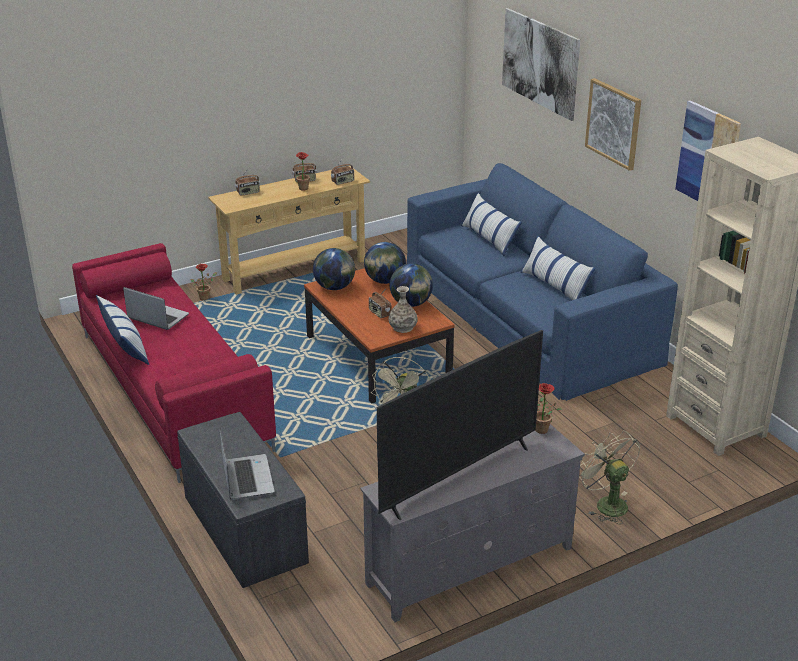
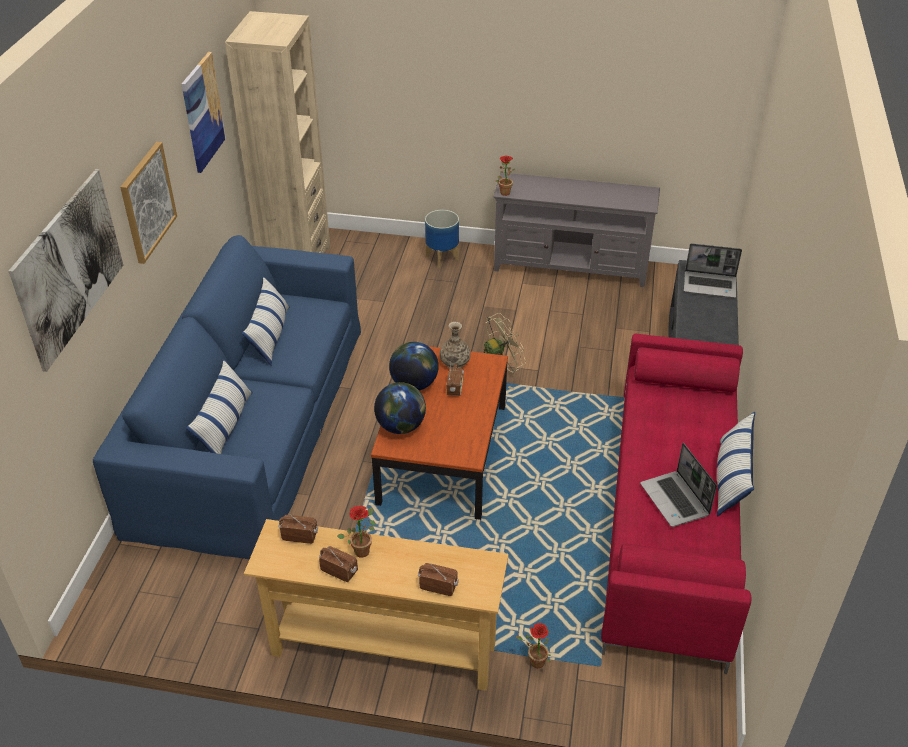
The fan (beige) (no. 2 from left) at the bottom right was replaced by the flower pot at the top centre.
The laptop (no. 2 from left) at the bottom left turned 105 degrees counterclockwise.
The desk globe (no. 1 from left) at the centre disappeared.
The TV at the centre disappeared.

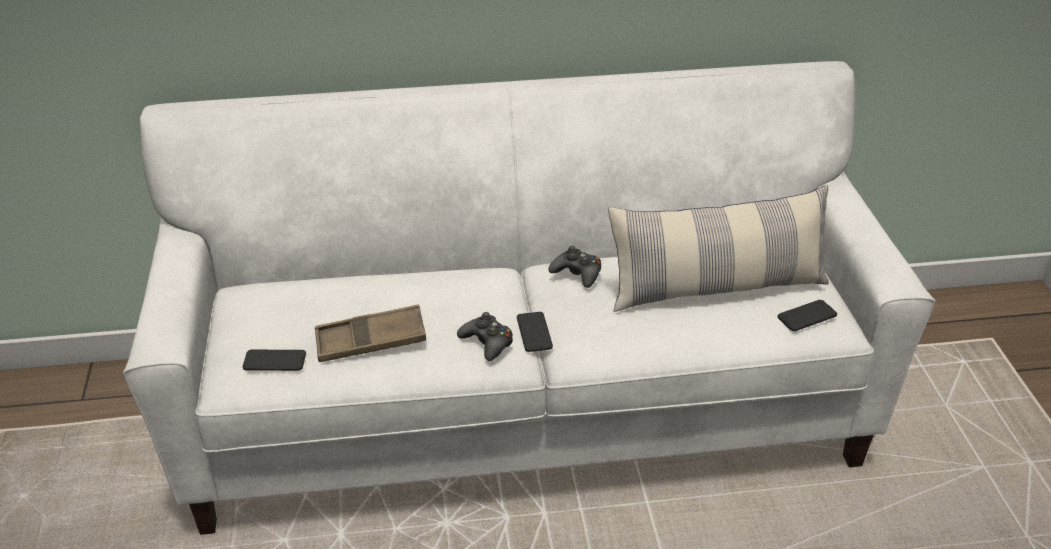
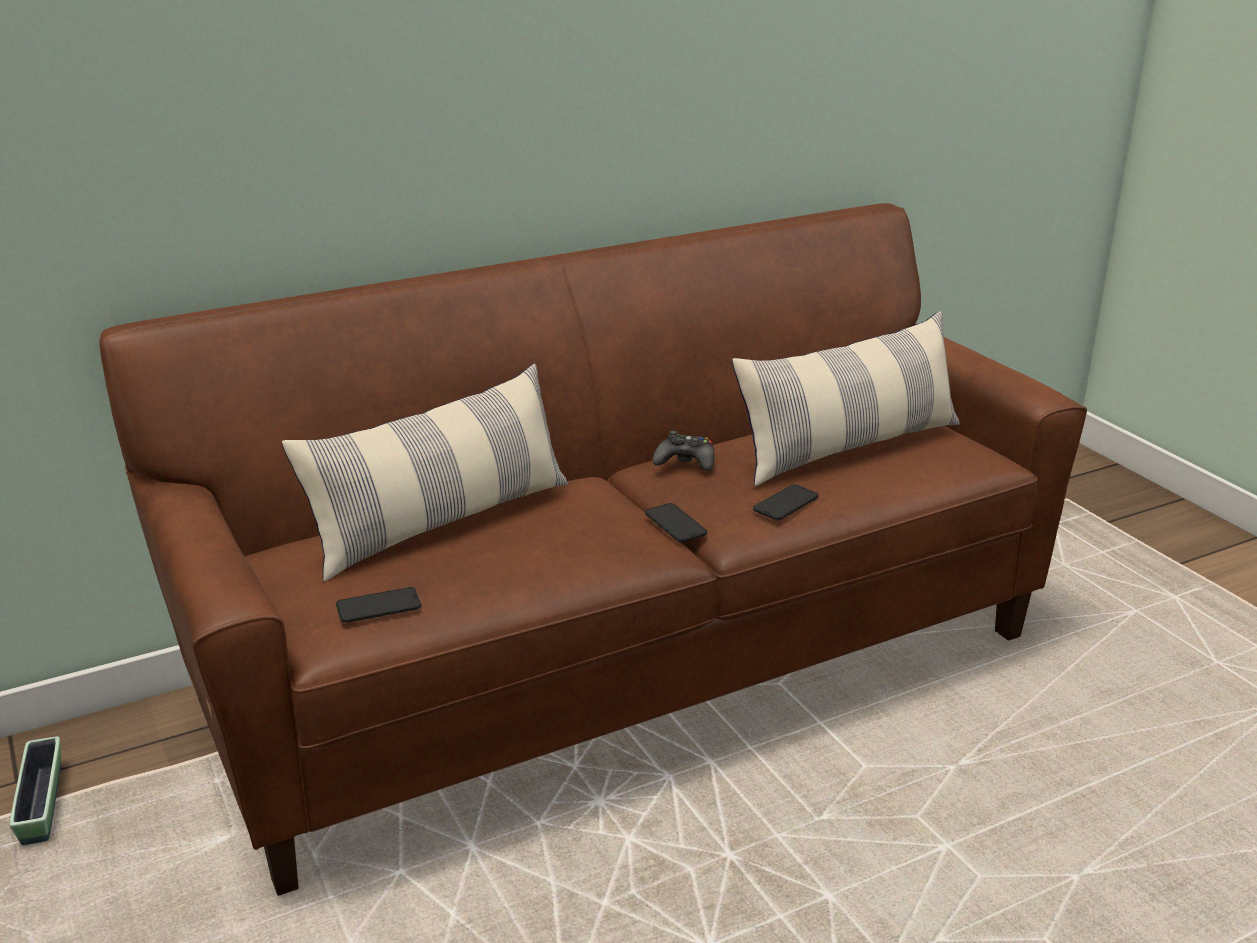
The flower pot at the bottom left appeared.
The sofa (whitish) at the centre became the sofa (brownish) at the centre.
The throw pillow (no. 1 from left) at the centre appeared.
The phone (no. 3 from left) moved from the middle right to the centre.
The serving tray (brownish) at the centre disappeared.
The gamepad (blackish) (no. 1 from left) at the centre disappeared.

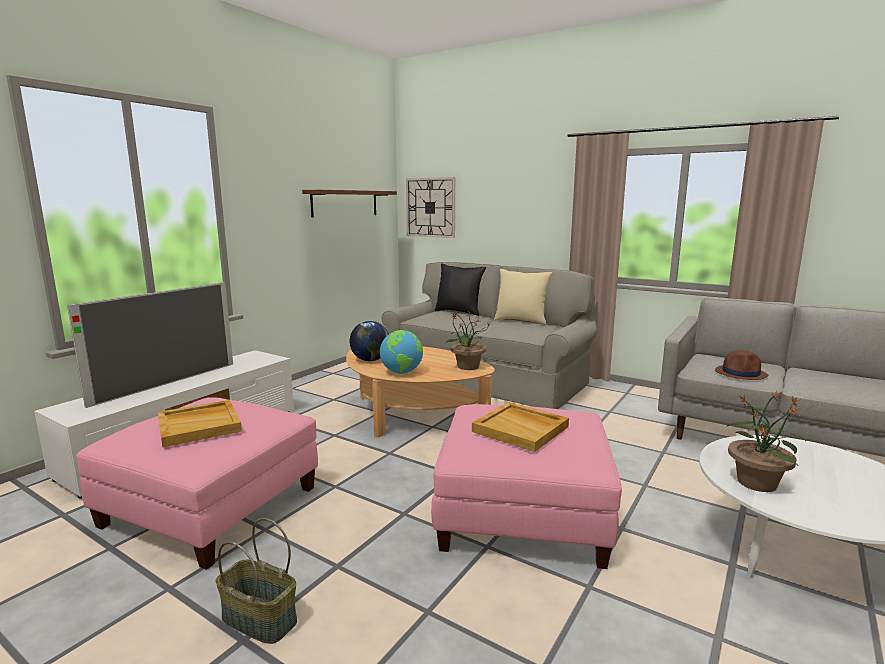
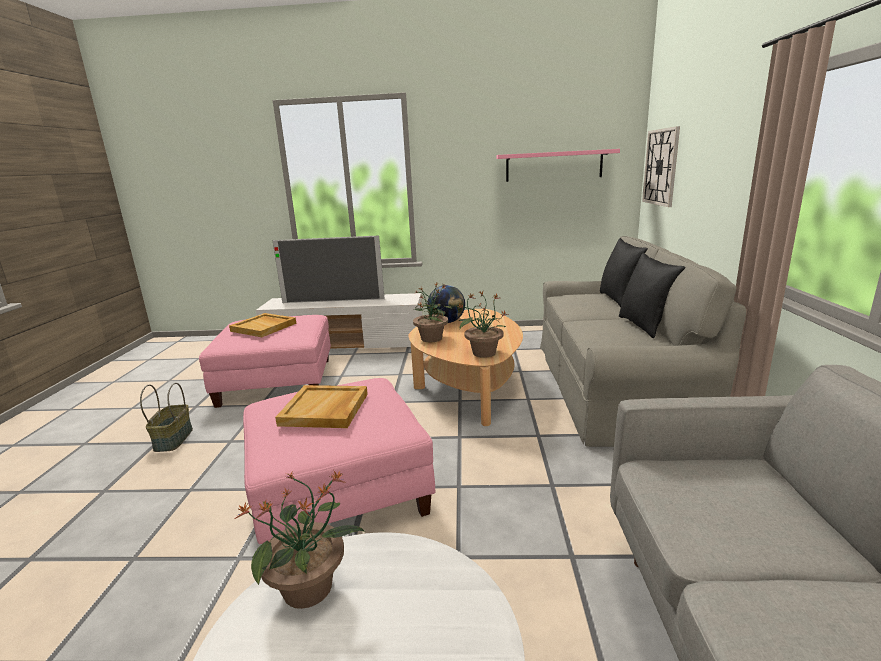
The desk globe (no. 2 from left) at the centre was replaced by the potted plant (no. 2 from left) at the centre.
The bracket shelf (brownish) at the top centre became the bracket shelf (pink-coloured) at the top centre.
The throw pillow (beige) at the centre became the throw pillow (blackish) (no. 2 from left) at the middle right.
The hat (brownish) at the middle right disappeared.

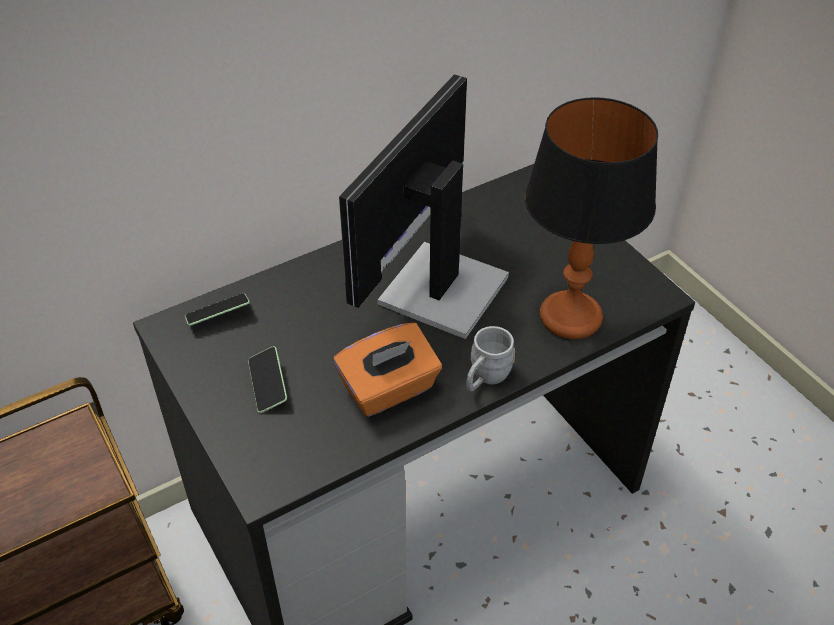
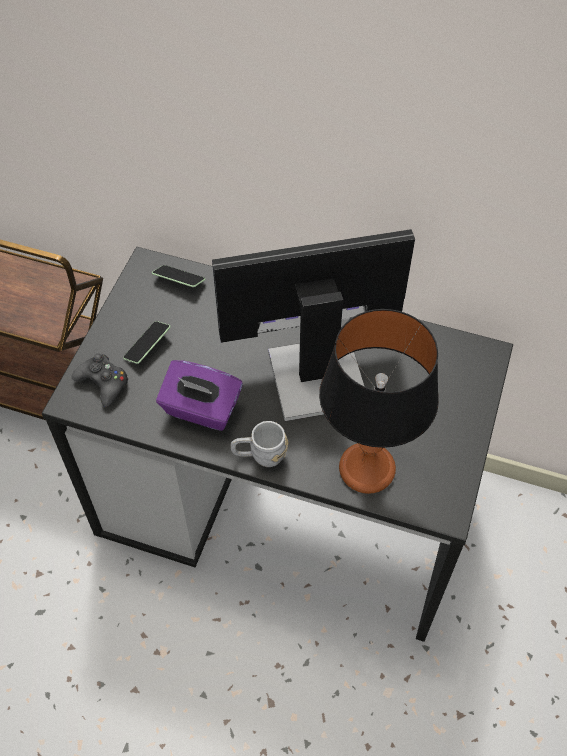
The gamepad (blackish) at the middle left appeared.
The tissue box (orangey) at the centre became the tissue box (purple-coloured) at the centre.

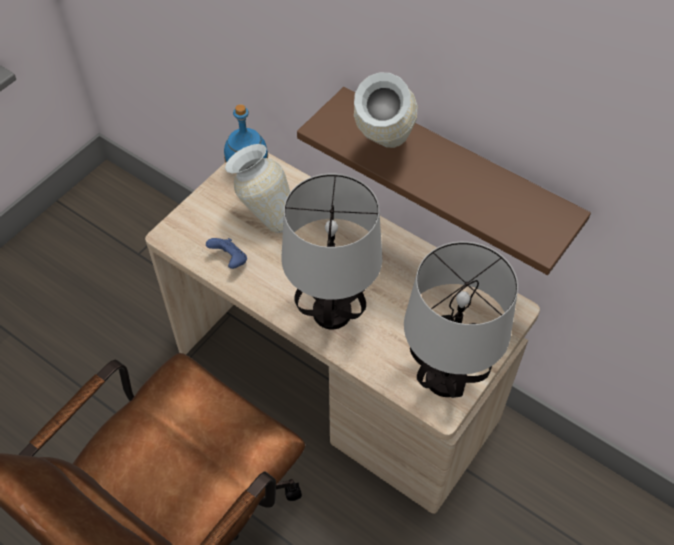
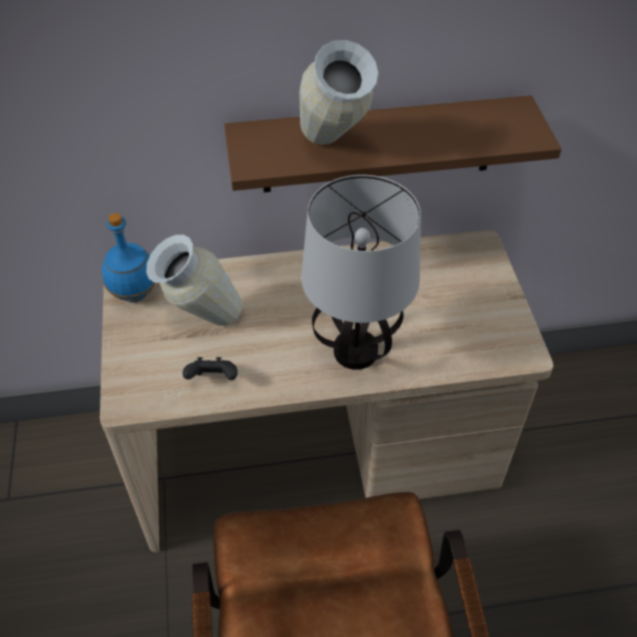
The gamepad (bluish) at the centre became the gamepad (blackish) at the middle left.
The tabletop lamp (no. 2 from left) at the middle right disappeared.

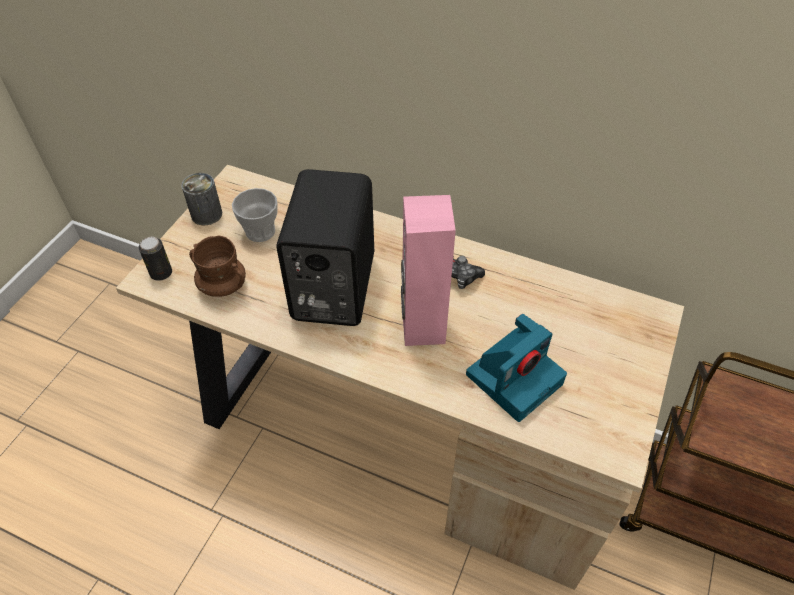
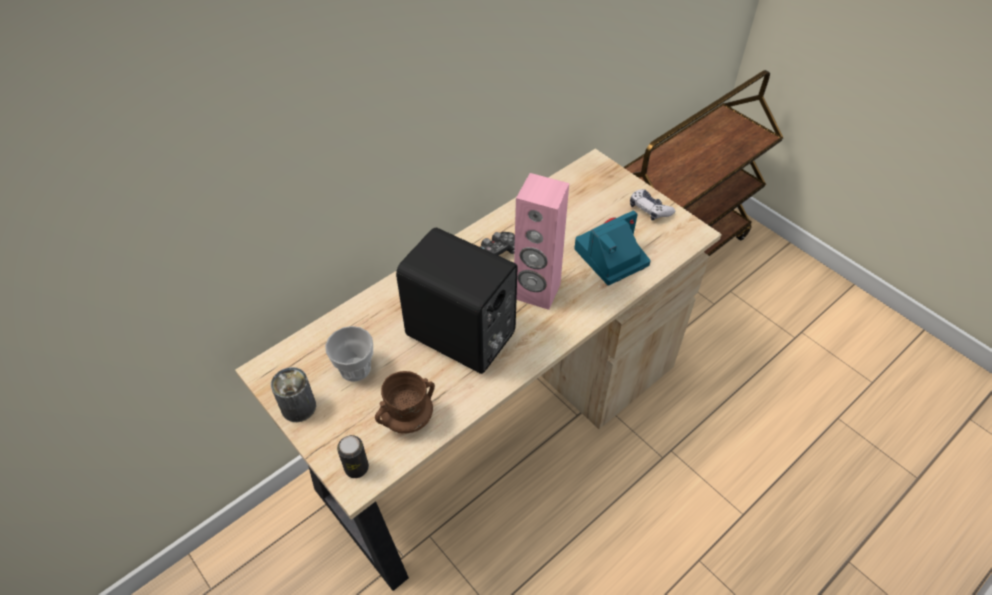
The photo camera at the centre turned 105 degrees counterclockwise.
The gamepad (no. 2 from left) at the centre appeared.

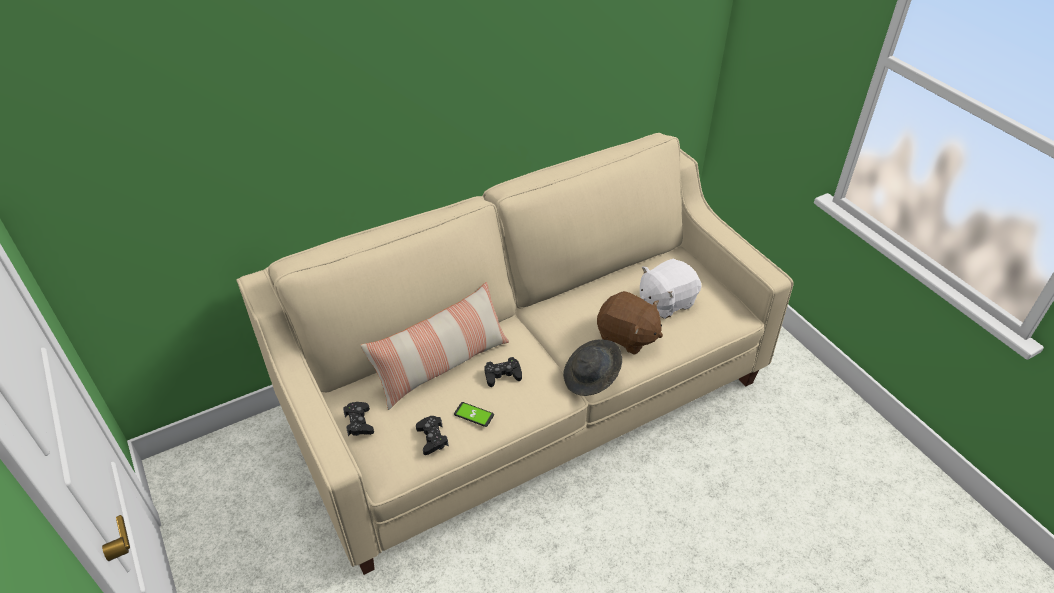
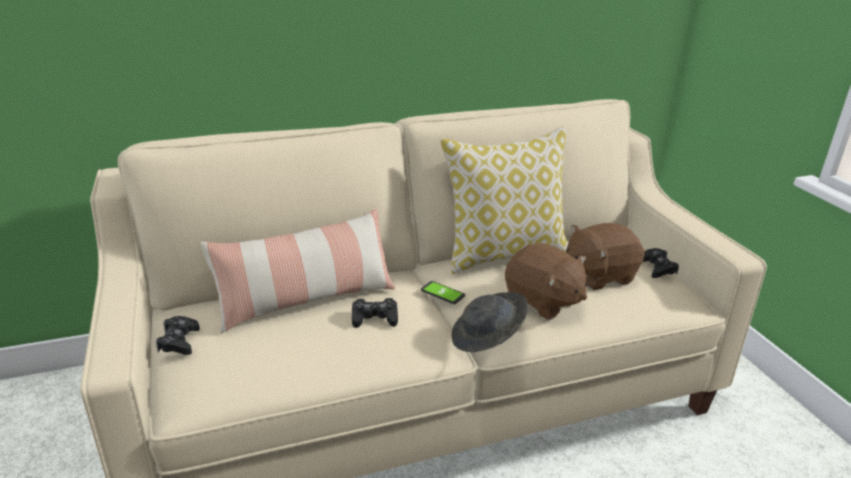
The phone moved from the bottom centre to the centre.
The throw pillow (no. 2 from left) at the centre appeared.
The plush toy (whitish) at the centre became the plush toy (brownish) (no. 2 from left) at the middle right.
The gamepad (blackish) (no. 2 from left in the first image) moved from the bottom centre to the middle right.

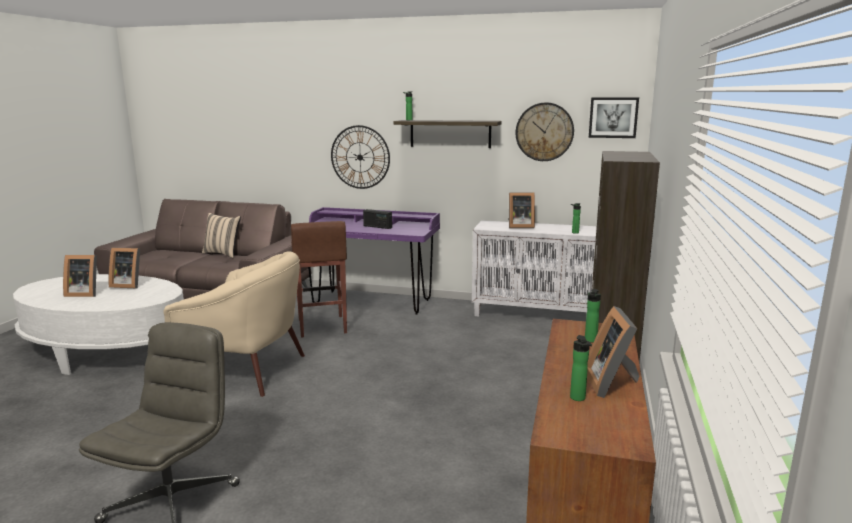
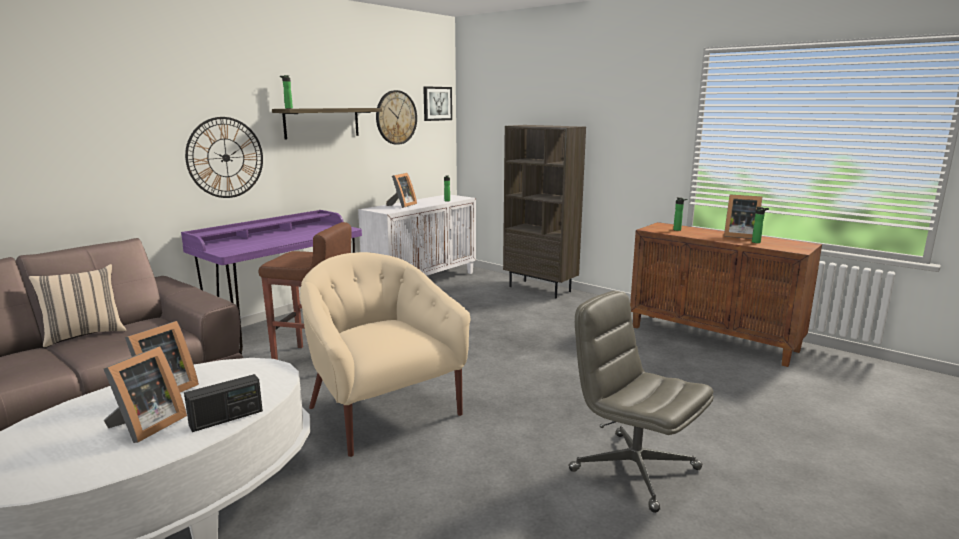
The radio receiver moved from the centre to the bottom left.
The easy chair (beige) at the middle left turned 75 degrees counterclockwise.

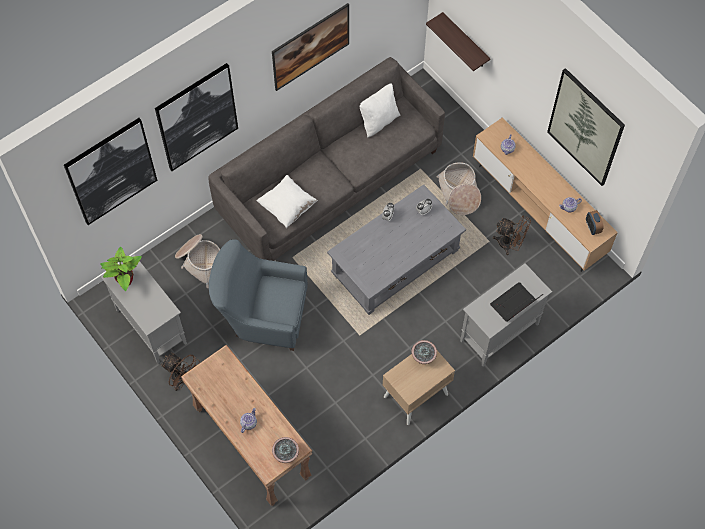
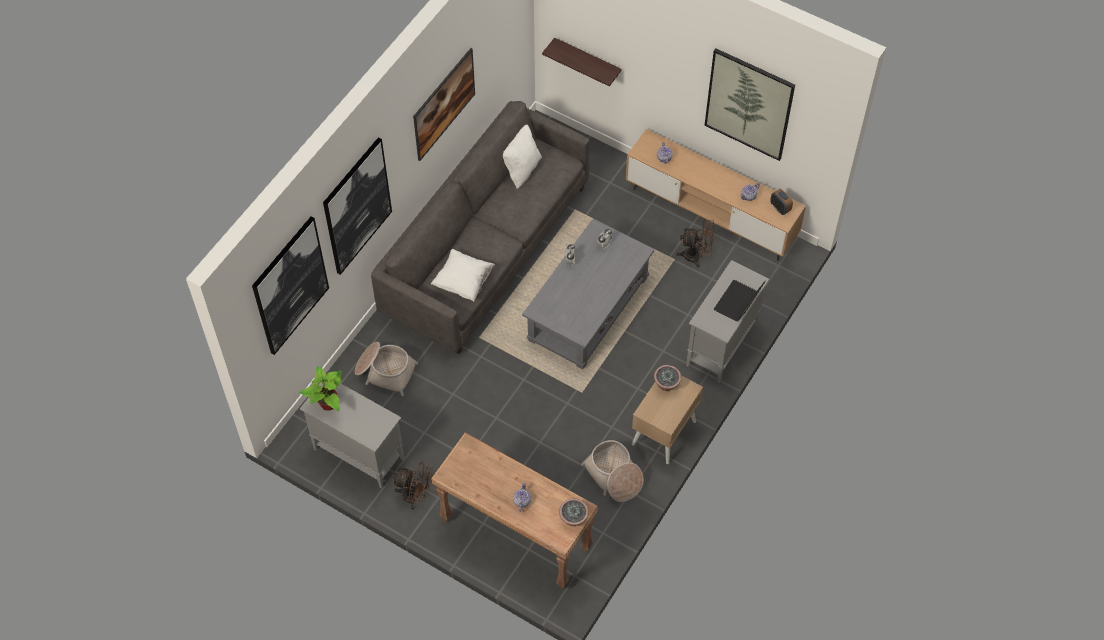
The basket (no. 2 from left) moved from the centre to the bottom centre.
The easy chair (bluish) at the centre disappeared.

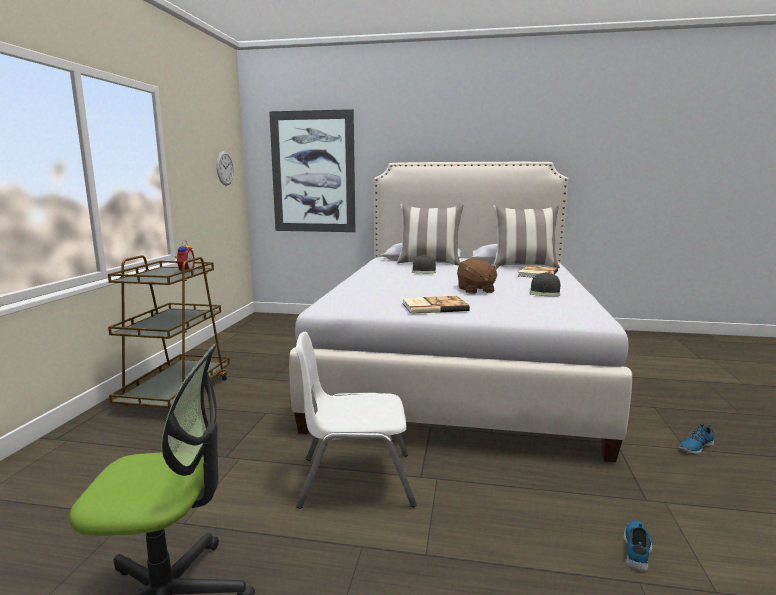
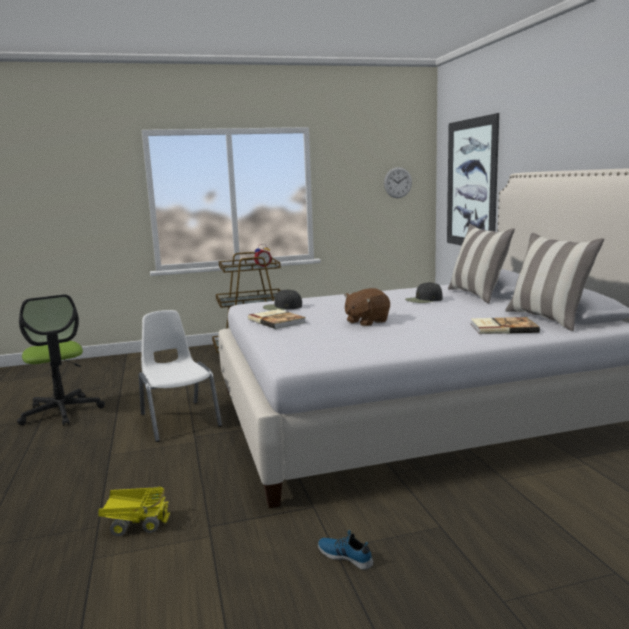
The shoe (no. 1 from left) at the bottom right was replaced by the toy truck at the bottom left.
The cap (blackish) (no. 2 from left in the first image) moved from the middle right to the centre.

